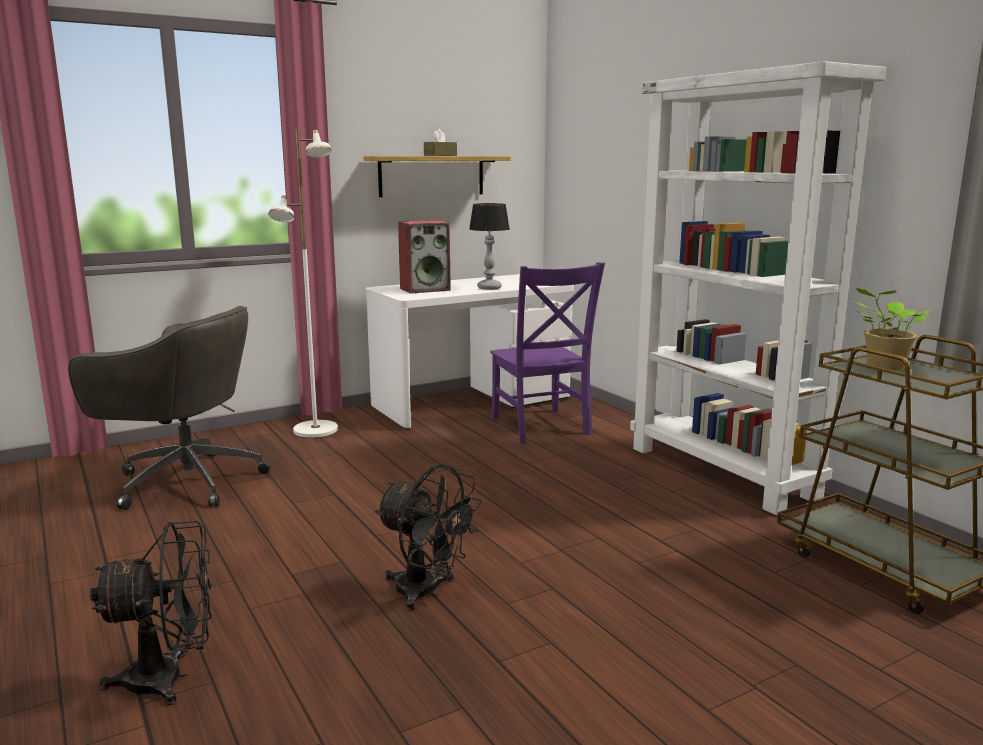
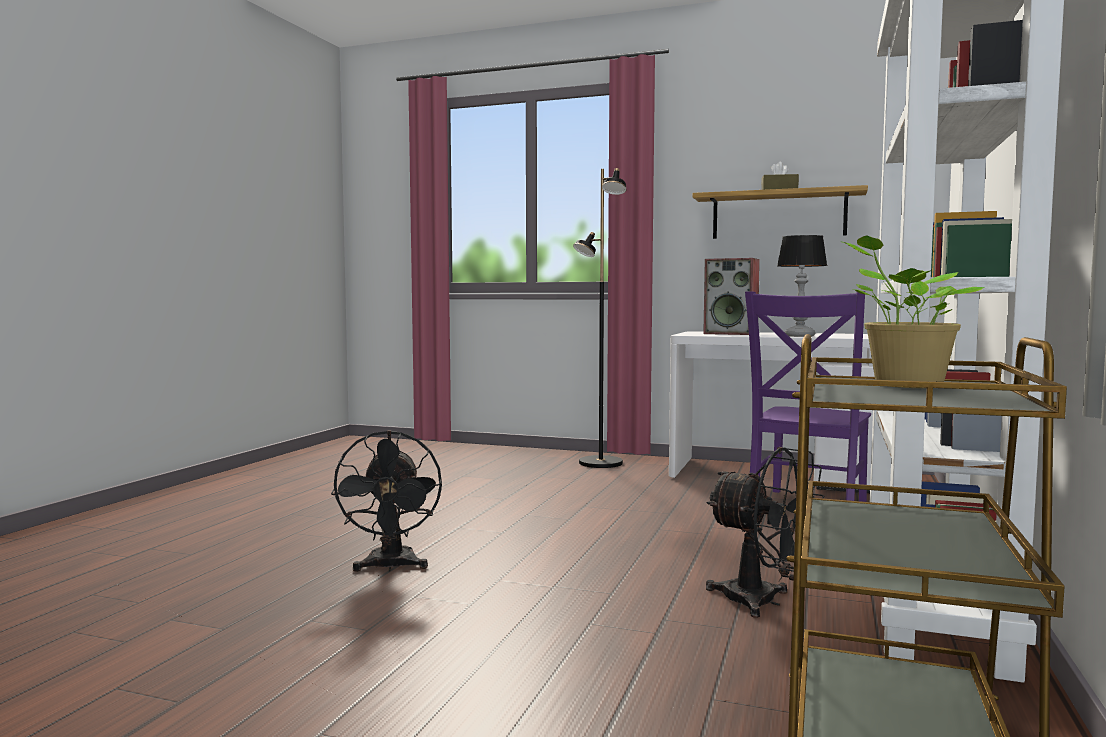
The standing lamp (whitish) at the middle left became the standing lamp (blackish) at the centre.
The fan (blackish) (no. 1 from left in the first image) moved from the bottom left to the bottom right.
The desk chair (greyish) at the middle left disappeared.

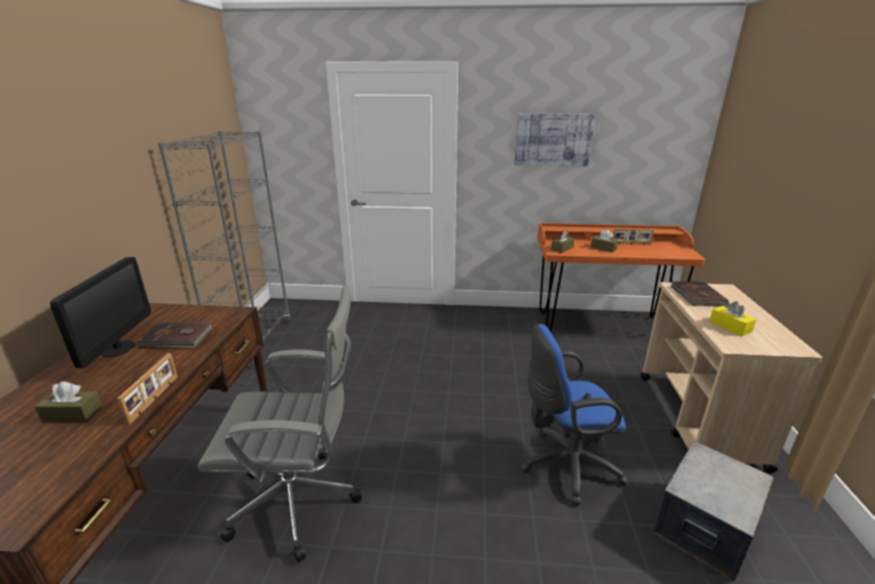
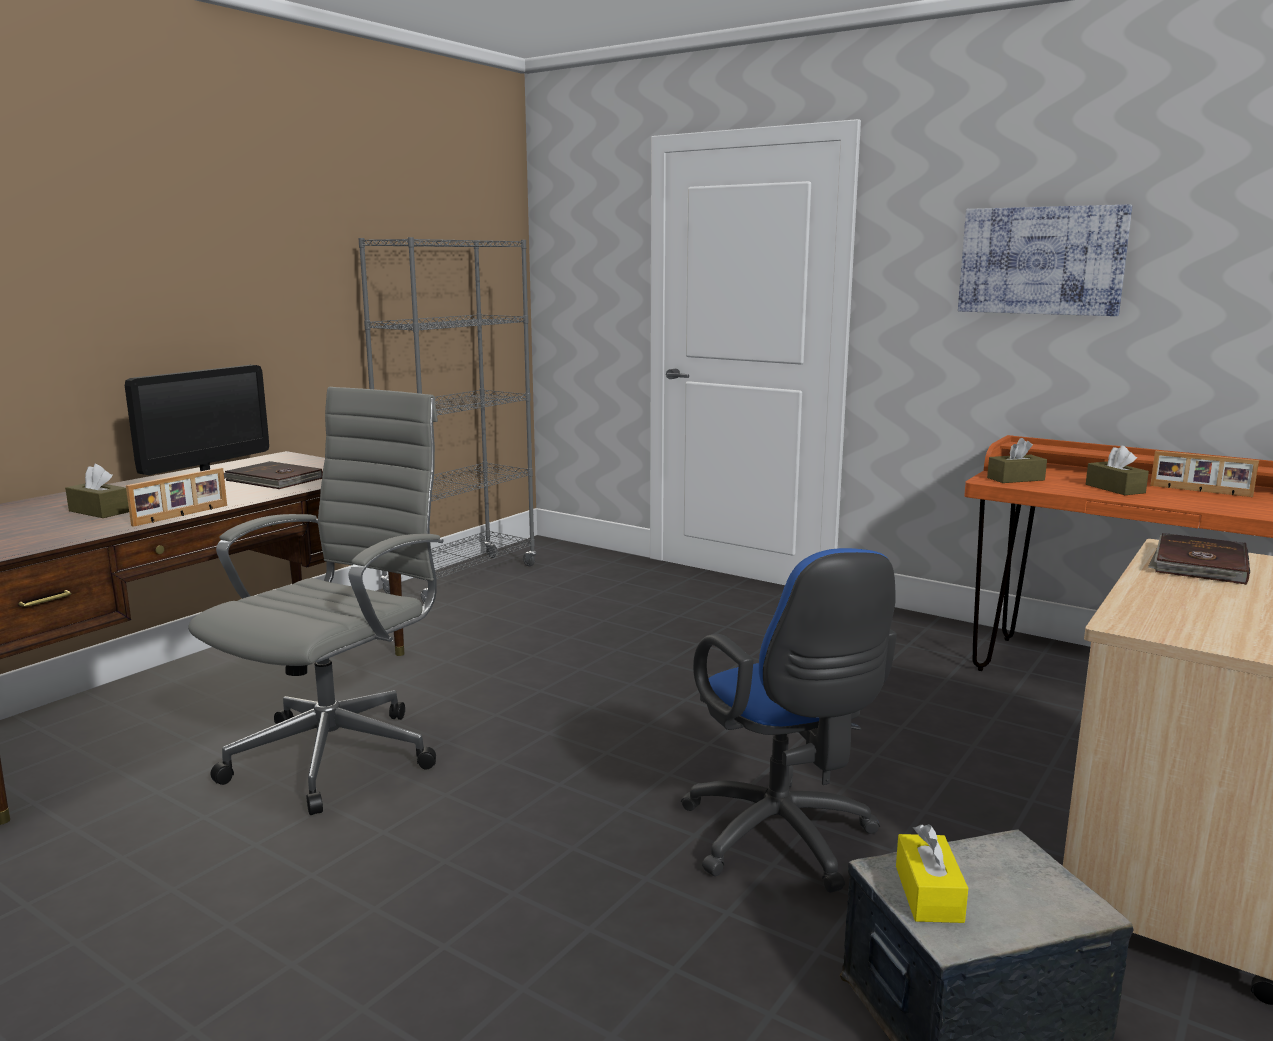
The desk chair (greyish) at the bottom left turned 90 degrees counterclockwise.
The desk chair (bluish) at the bottom centre turned 135 degrees counterclockwise.
The tissue box (yellowish) moved from the middle right to the bottom right.

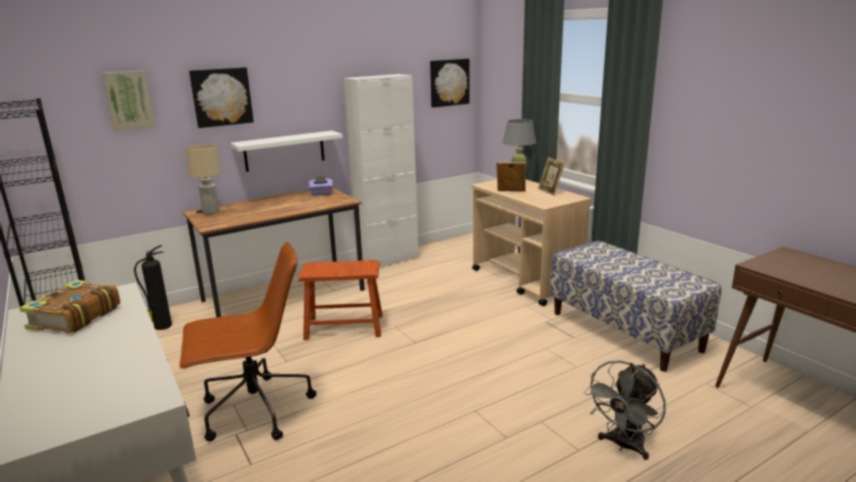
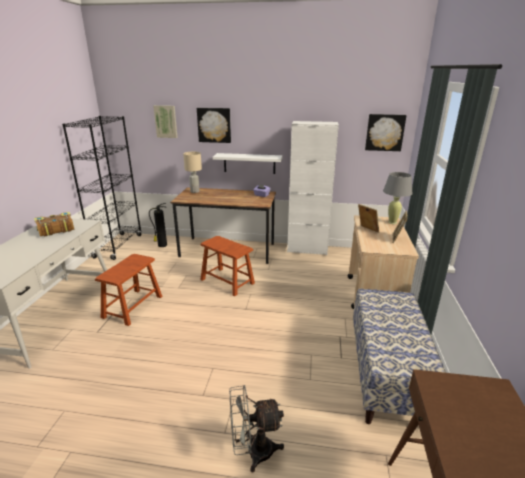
The desk chair (brownish) at the bottom left was replaced by the stool (brownish) (no. 1 from left) at the middle left.

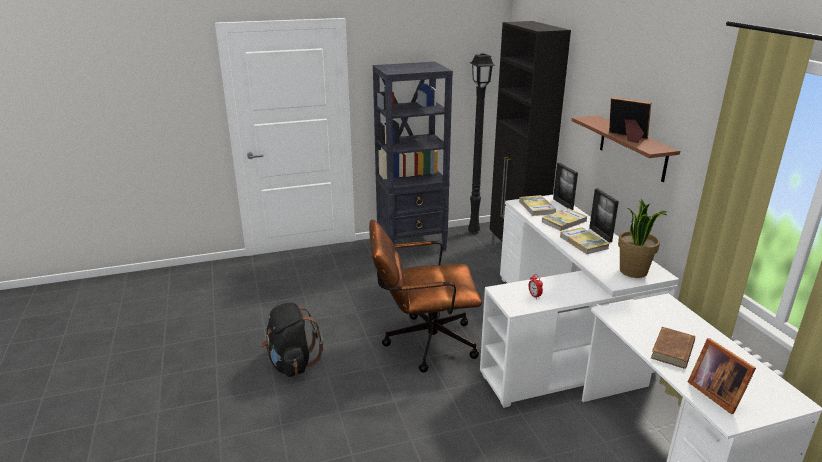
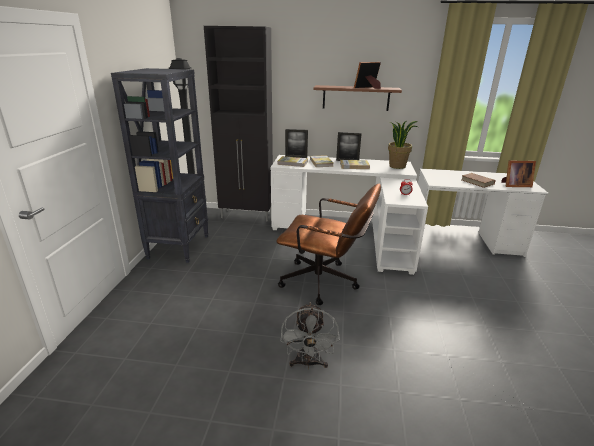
The desk chair (brownish) at the centre turned 90 degrees counterclockwise.
The backpack (blackish) at the bottom centre was replaced by the fan (greyish) at the bottom centre.

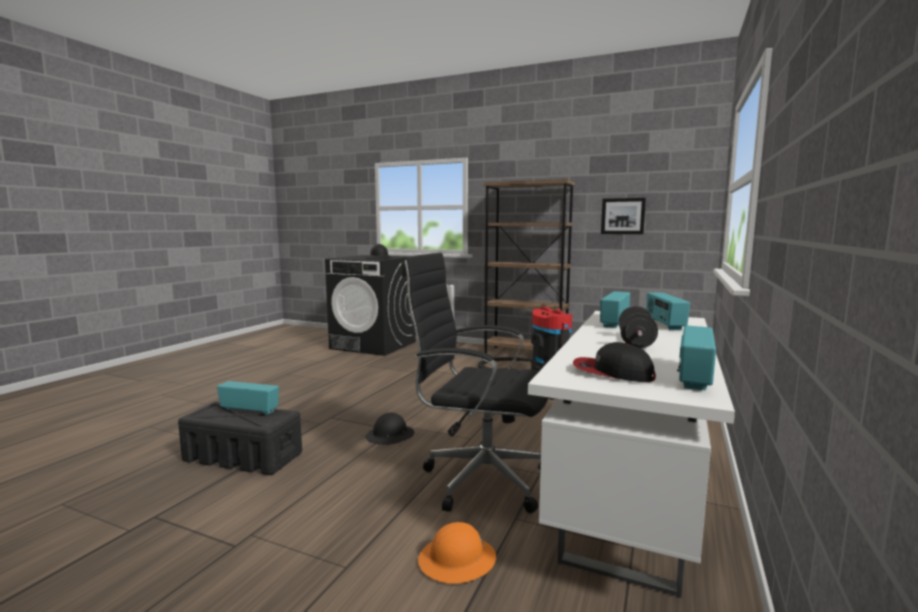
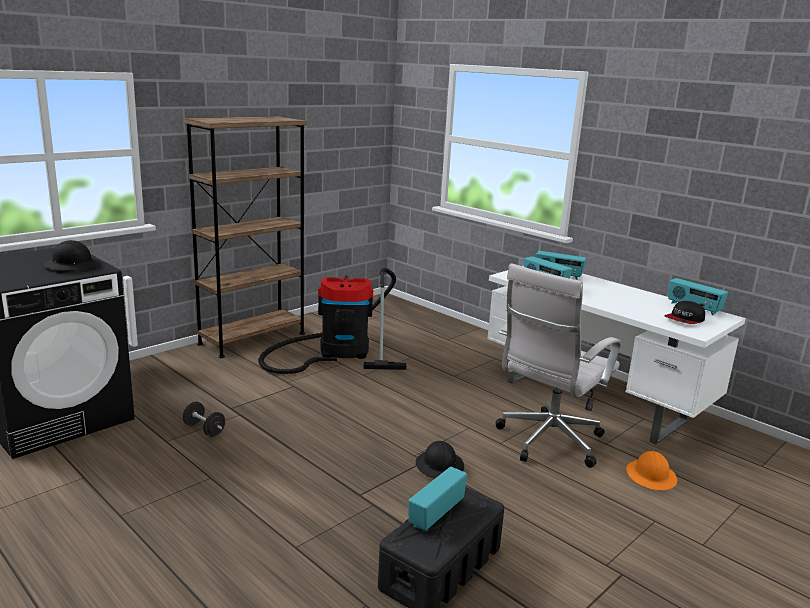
The free weight (blackish) moved from the middle right to the bottom left.
The desk chair (blackish) at the centre became the desk chair (whitish) at the middle right.
The picture at the middle right disappeared.

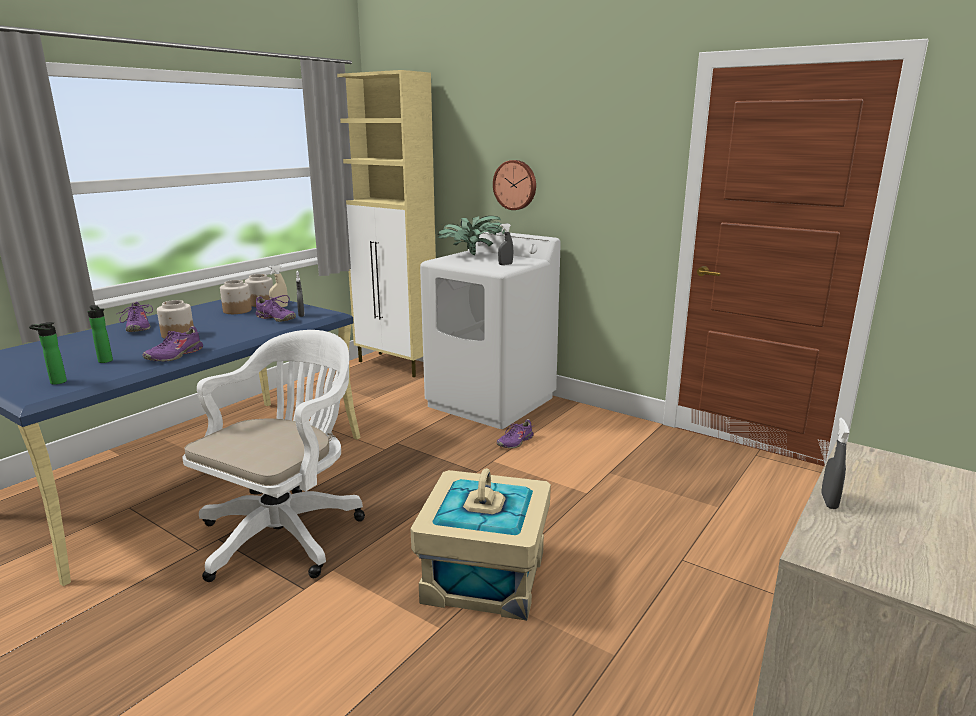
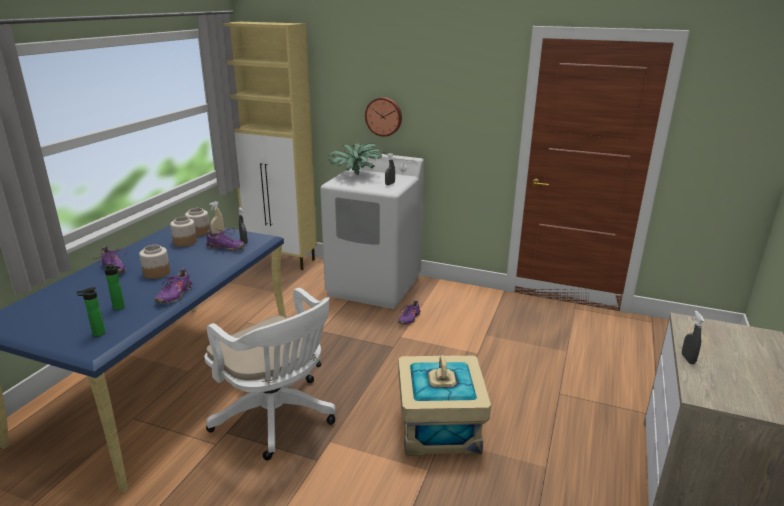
The desk chair (whitish) at the middle left turned 120 degrees clockwise.

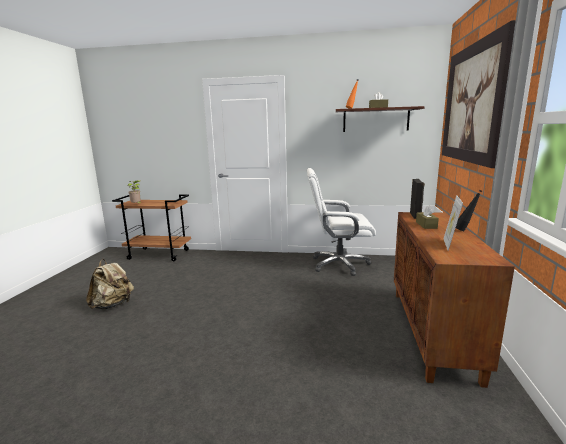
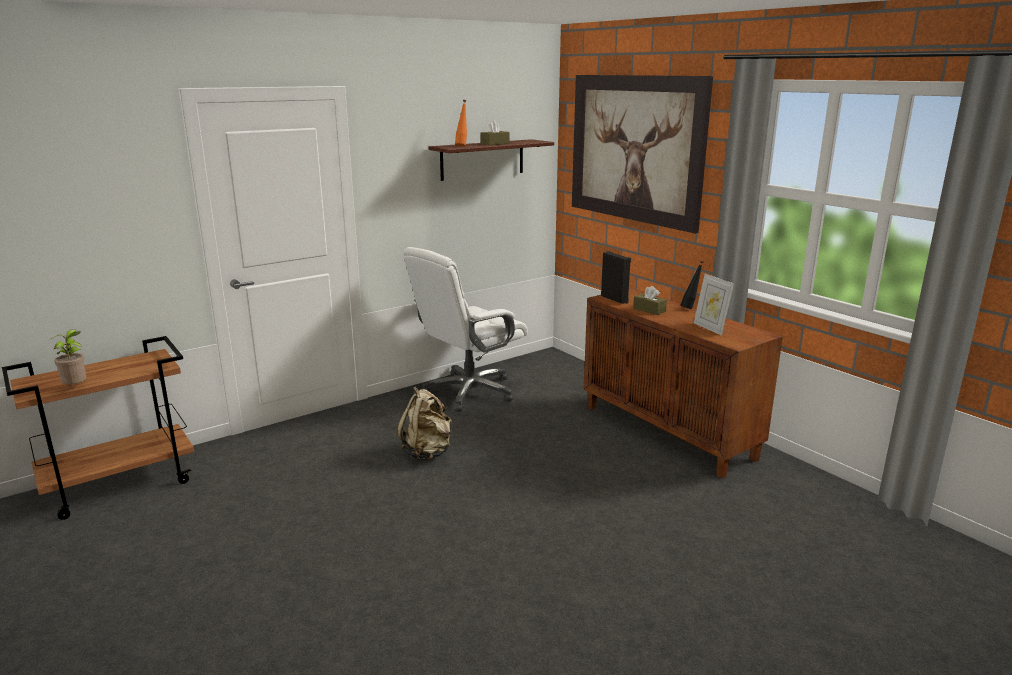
The backpack (beige) moved from the middle left to the centre.

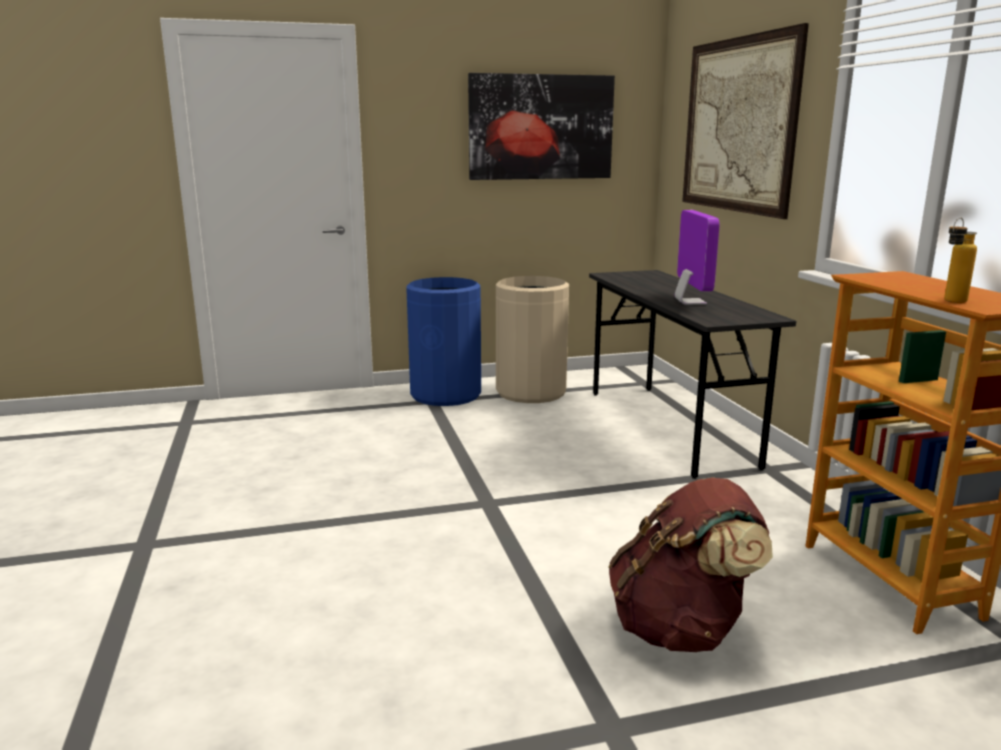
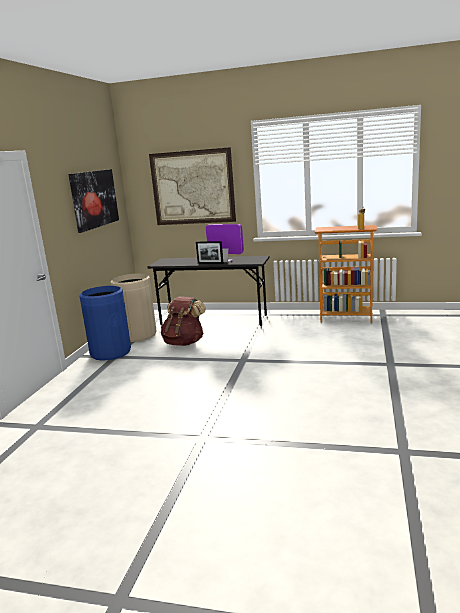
The backpack (brownish) moved from the bottom right to the centre.
The standing frame at the centre appeared.

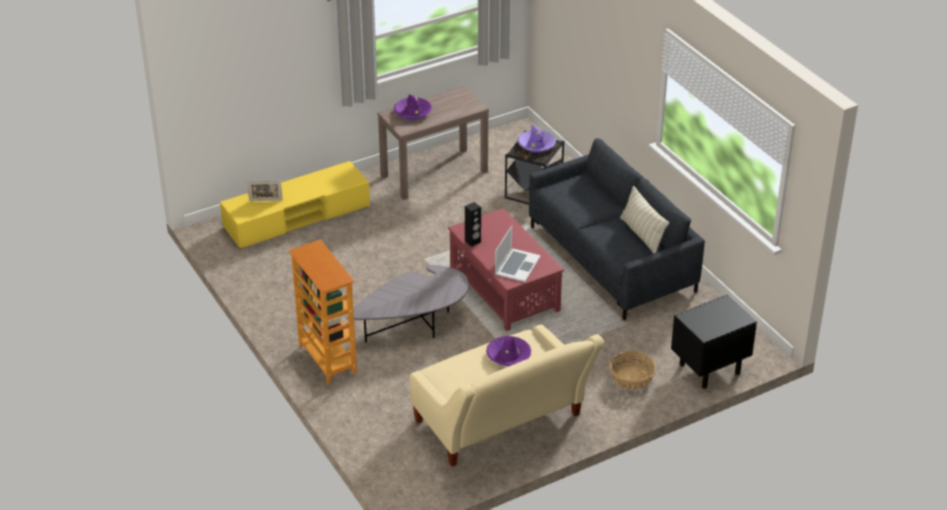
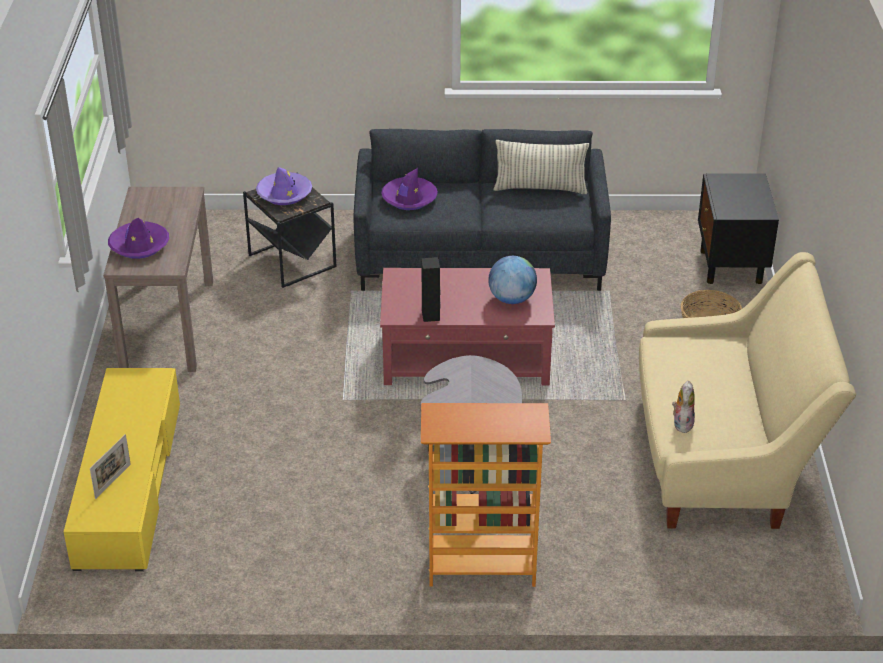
The hat (purple-coloured) (no. 2 from left in the first image) moved from the bottom centre to the top centre.
The laptop at the centre was replaced by the desk globe at the centre.
The plush toy at the middle right appeared.

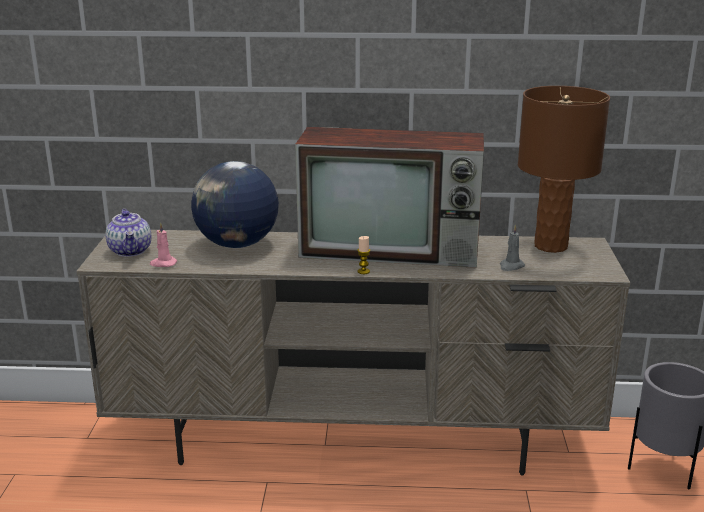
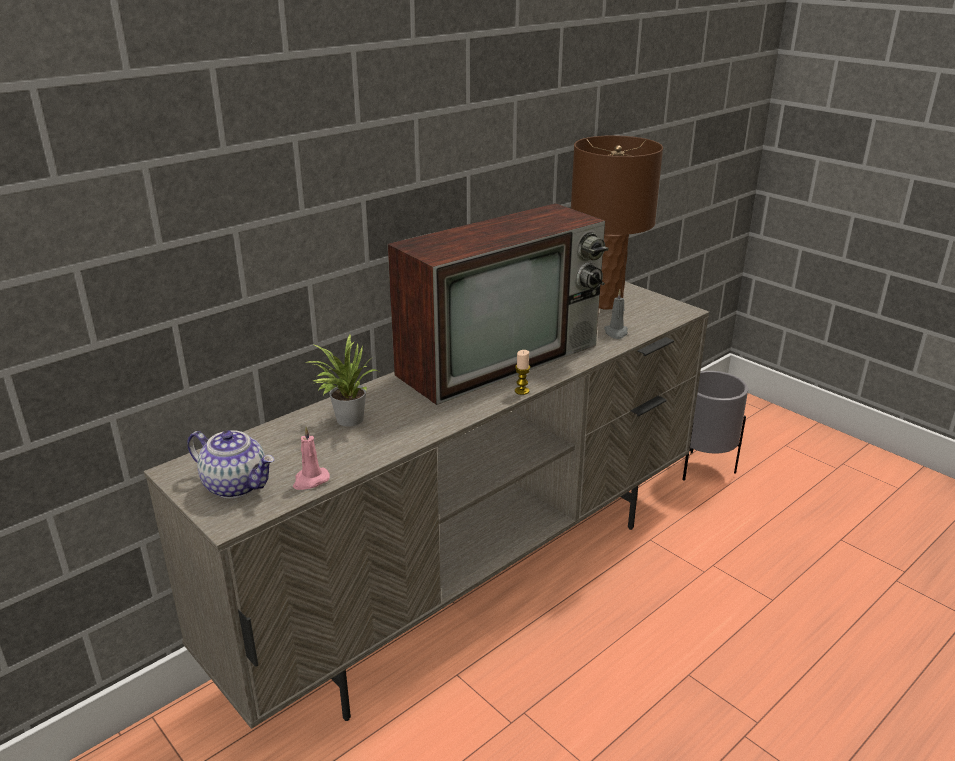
The desk globe at the centre was replaced by the potted plant at the centre.

